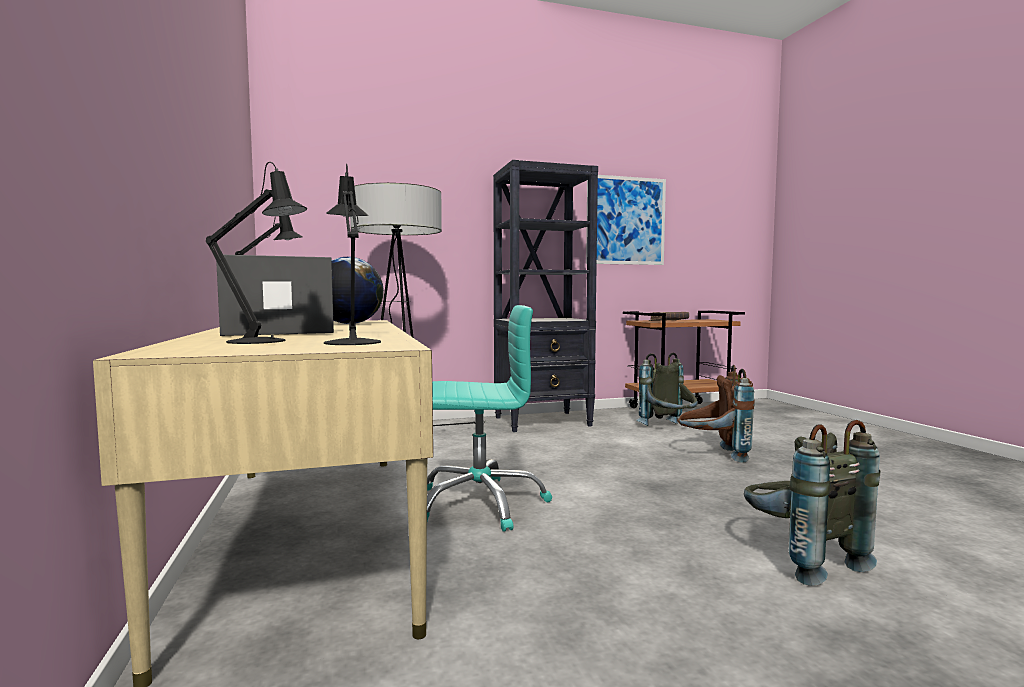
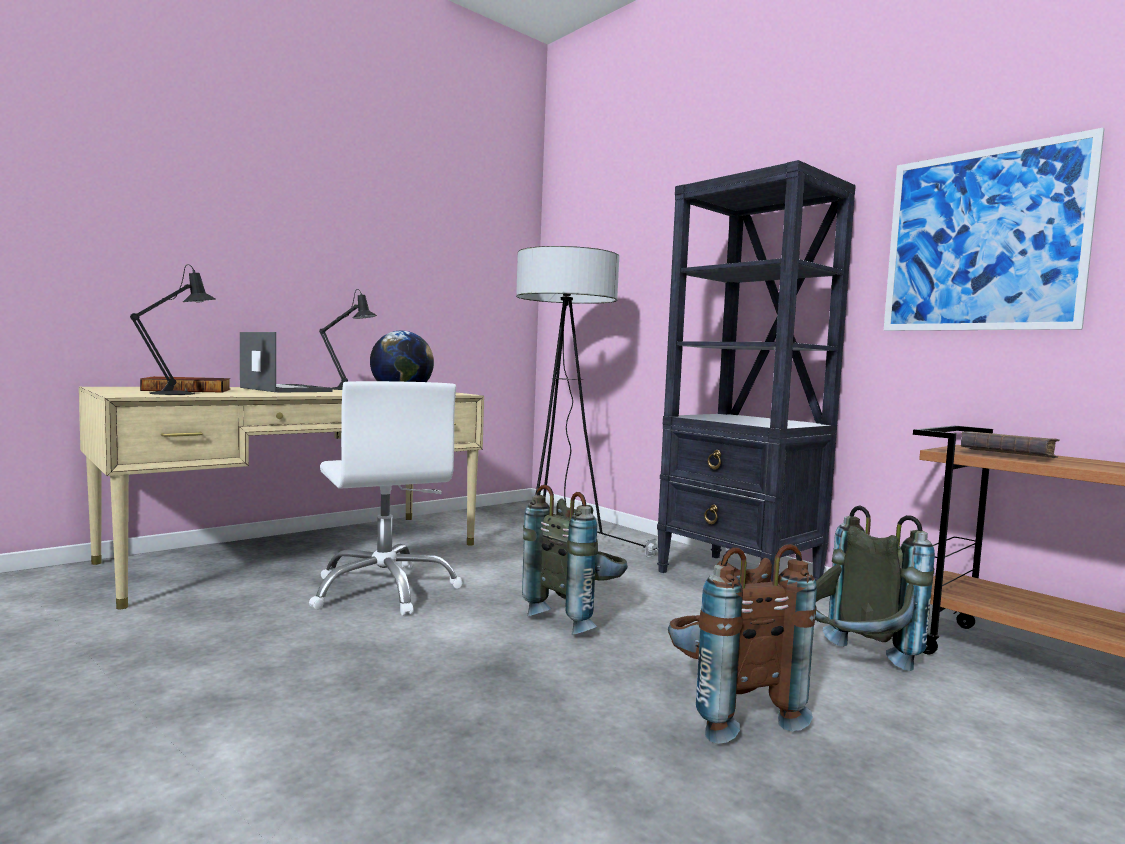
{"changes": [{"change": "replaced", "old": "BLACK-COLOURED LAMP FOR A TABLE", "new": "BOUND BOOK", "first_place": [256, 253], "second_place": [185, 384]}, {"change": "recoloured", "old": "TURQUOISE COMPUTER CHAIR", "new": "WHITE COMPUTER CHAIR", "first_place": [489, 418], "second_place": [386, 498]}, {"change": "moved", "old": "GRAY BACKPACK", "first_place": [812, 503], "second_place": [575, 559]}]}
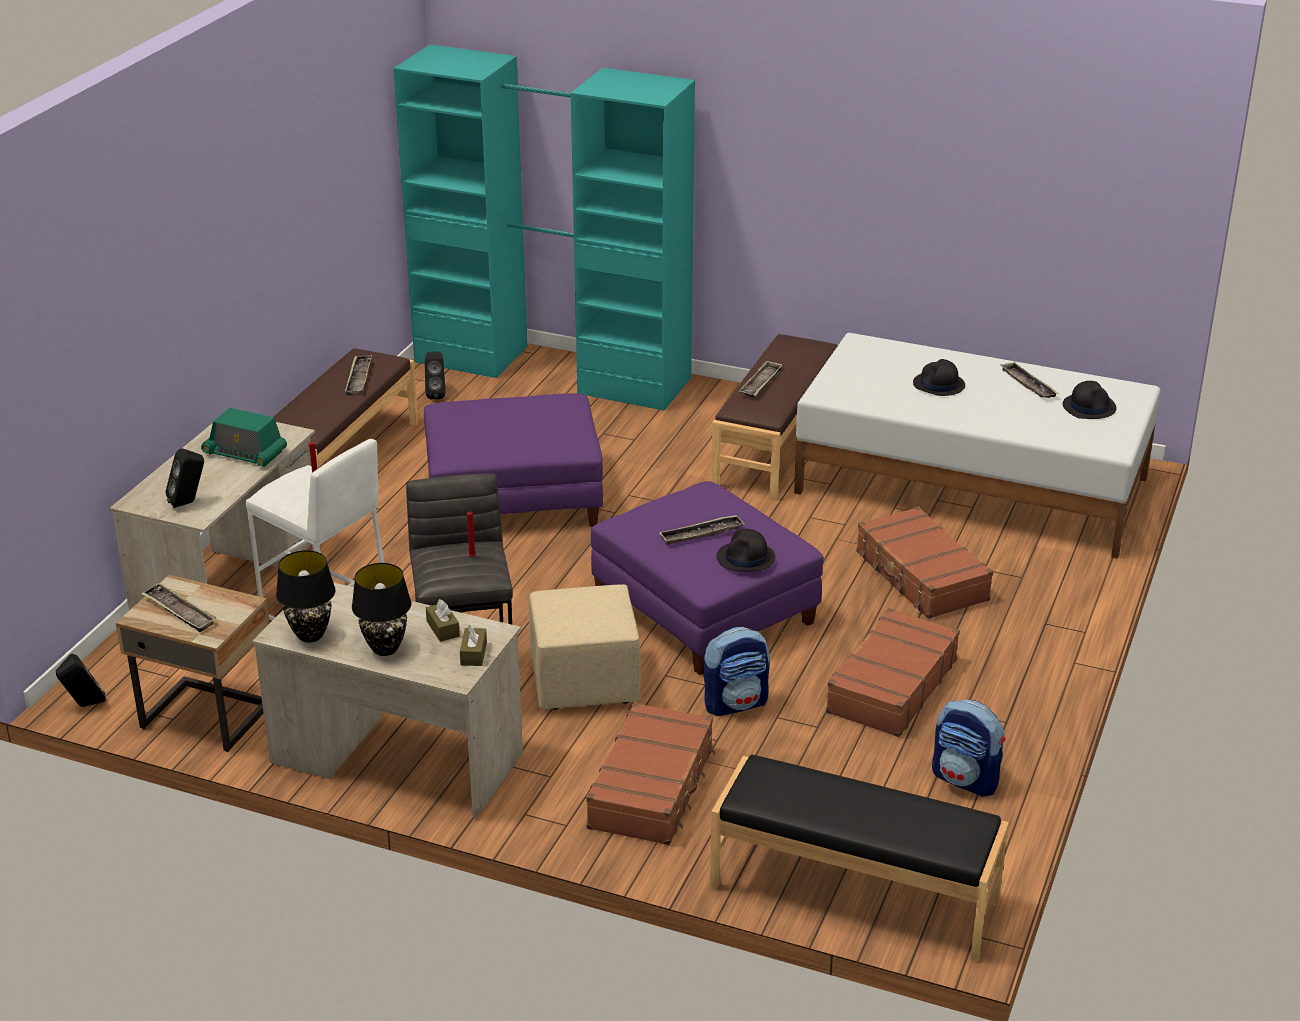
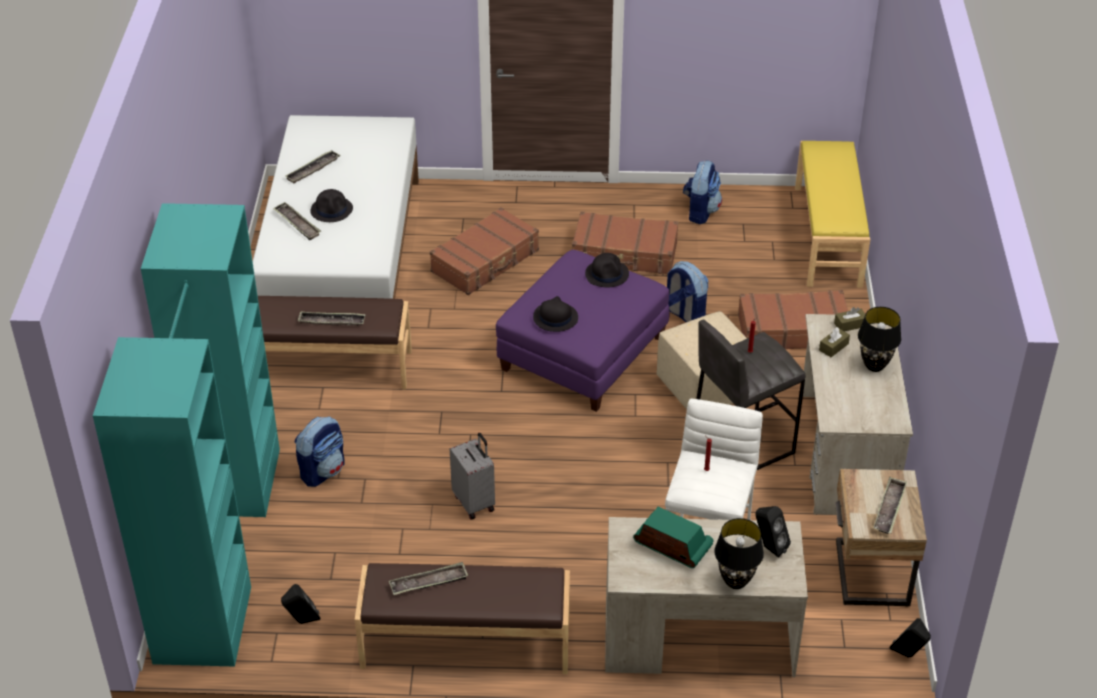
{"changes": [{"change": "moved", "old": "BLACK-COLOURED CLOTHING HAT", "first_place": [1089, 400], "second_place": [555, 314]}, {"change": "replaced", "old": "PURPLE POUFFE", "new": "GRAY SUITCASE", "first_place": [513, 460], "second_place": [472, 476]}, {"change": "turned", "old": "RADIO RECEIVER", "first_place": [244, 437], "second_place": [673, 537], "degrees": -60}, {"change": "moved", "old": "CARRYING TRAY", "first_place": [702, 530], "second_place": [297, 221]}, {"change": "moved", "old": "BLACK-COLOURED LAMP FOR A TABLE", "first_place": [306, 596], "second_place": [739, 553]}, {"change": "recoloured", "old": "BLACK-COLOURED INDOOR BENCH", "new": "YELLOW-COLOURED INDOOR BENCH", "first_place": [859, 858], "second_place": [832, 214]}, {"change": "added", "new": "BACKPACK", "second_place": [320, 451]}]}
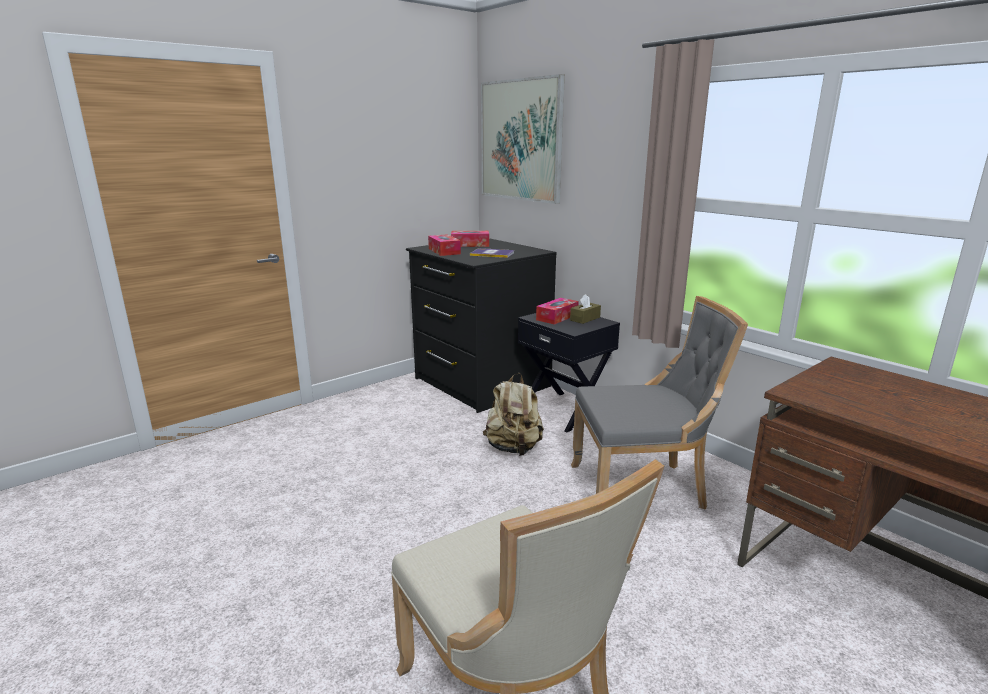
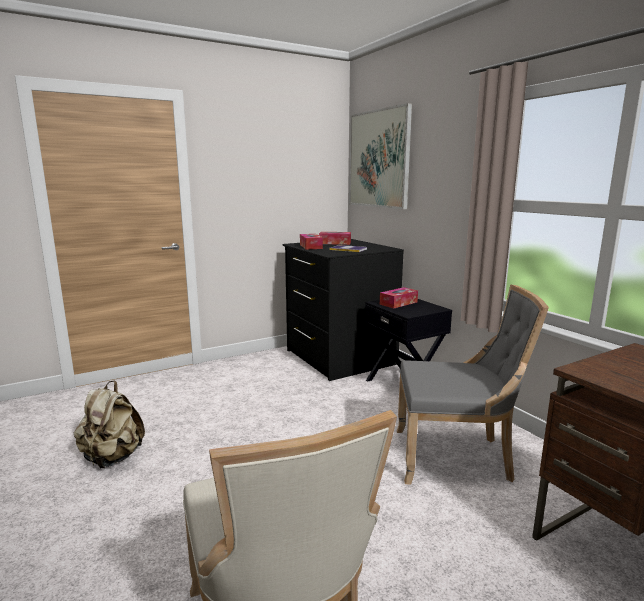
{"changes": [{"change": "removed", "old": "BROWN-COLOURED BOX OF TISSUES", "first_place": [585, 309]}, {"change": "moved", "old": "SAND-COLOURED BACKPACK", "first_place": [513, 414], "second_place": [109, 424]}]}
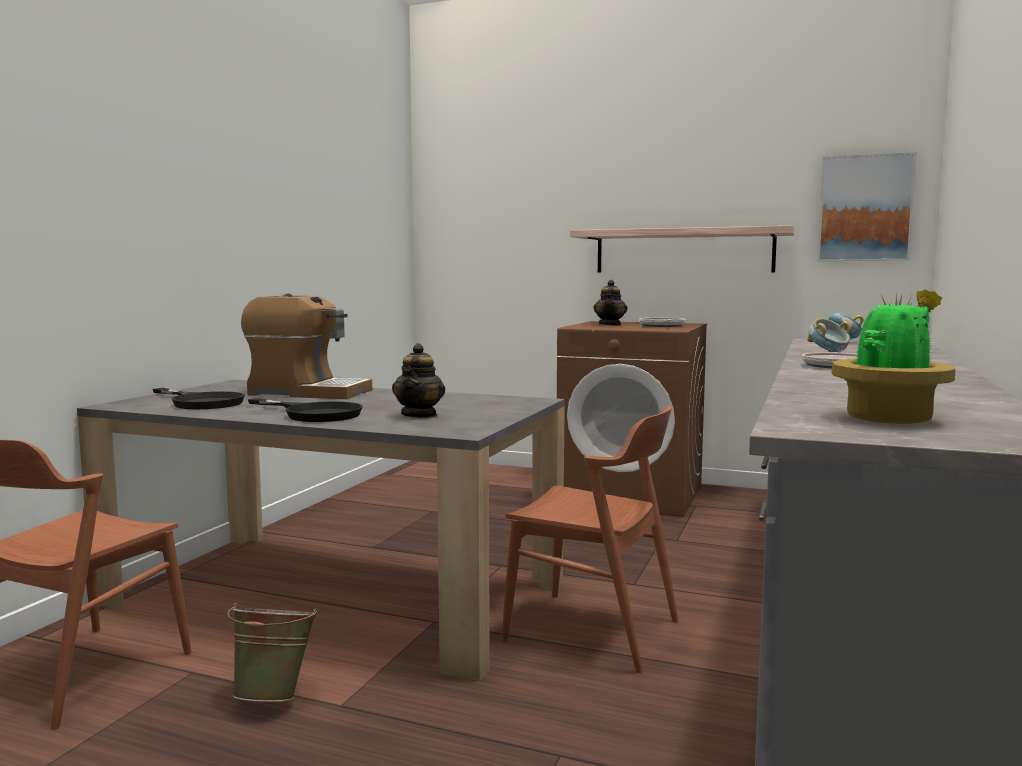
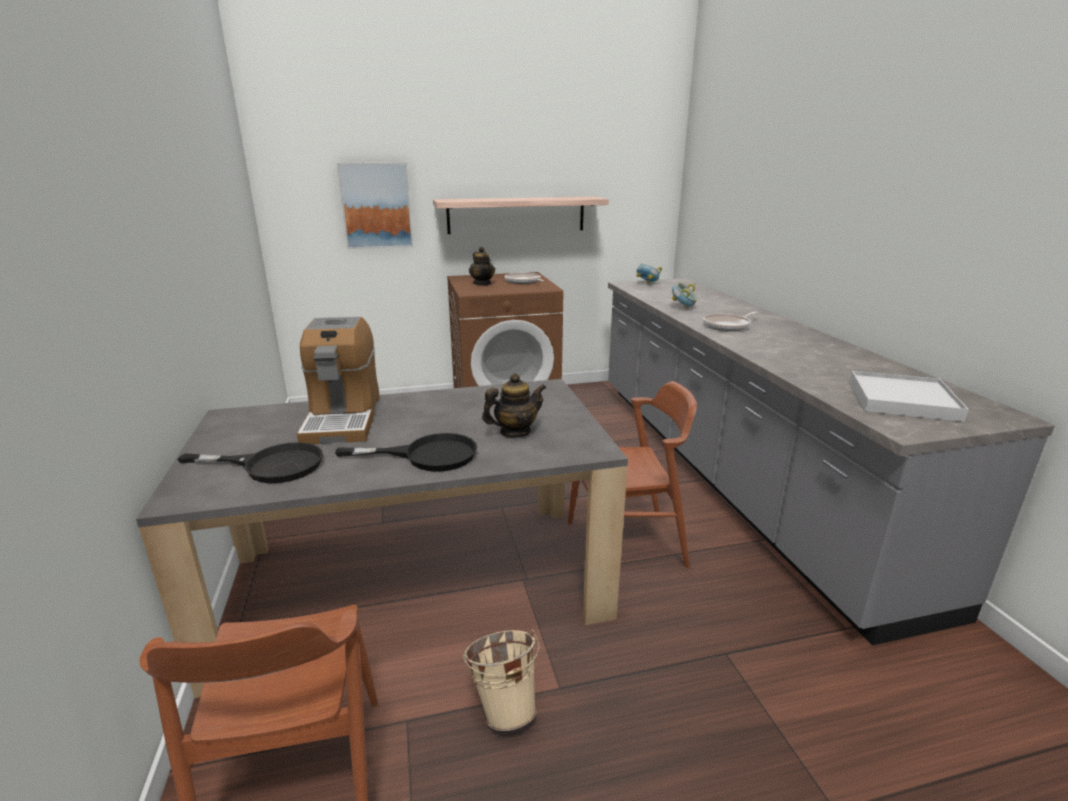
{"changes": [{"change": "moved", "old": "WALL ART", "first_place": [867, 206], "second_place": [375, 206]}, {"change": "replaced", "old": "POTTED PLANT", "new": "WHITE CARRYING TRAY", "first_place": [894, 357], "second_place": [909, 396]}, {"change": "turned", "old": "COFFEE MAKER", "first_place": [306, 346], "second_place": [338, 380], "degrees": 105}, {"change": "turned", "old": "TEAPOT", "first_place": [418, 380], "second_place": [514, 405], "degrees": -90}, {"change": "recoloured", "old": "GREEN-COLOURED BUCKET", "new": "SAND-COLOURED BUCKET", "first_place": [272, 652], "second_place": [500, 680]}]}
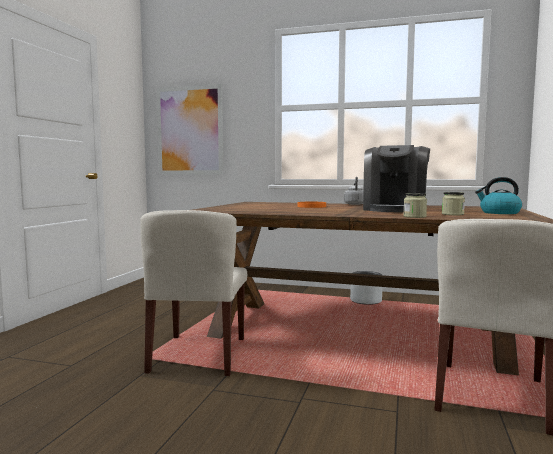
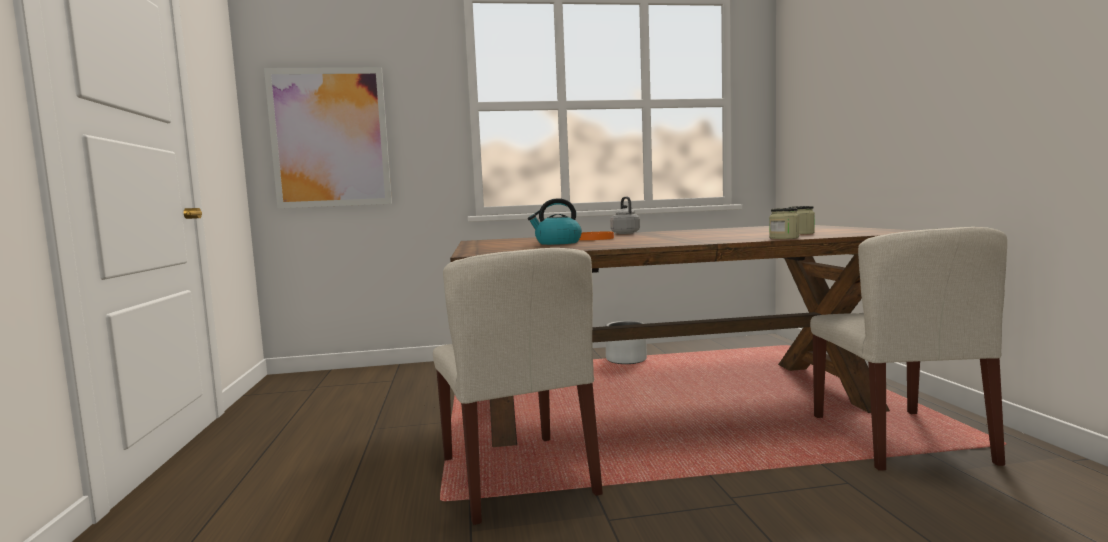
{"changes": [{"change": "removed", "old": "COFFEE MAKER", "first_place": [396, 178]}, {"change": "moved", "old": "TEA KETTLE", "first_place": [498, 195], "second_place": [555, 221]}]}
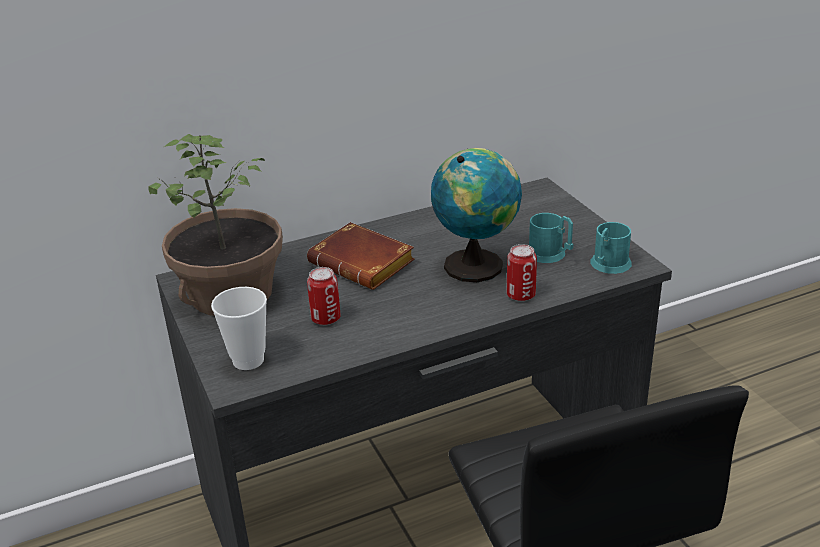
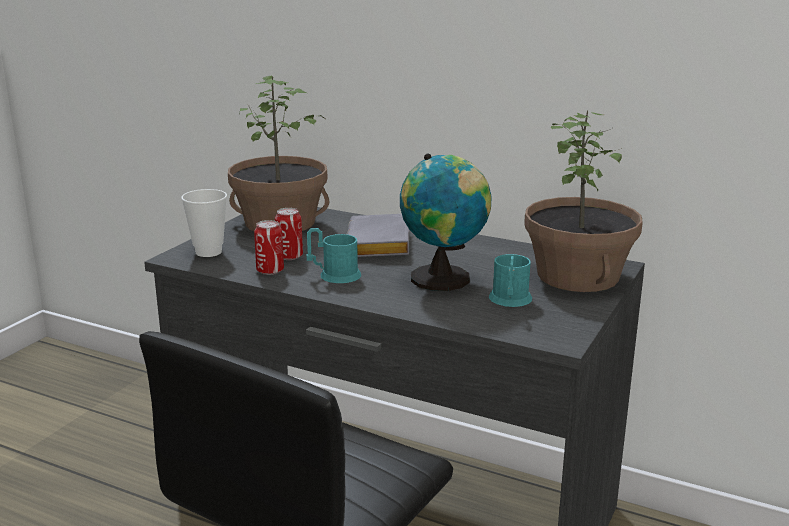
{"changes": [{"change": "recoloured", "old": "BROWN-COLOURED BOUND BOOK", "new": "GRAY BOUND BOOK", "first_place": [361, 256], "second_place": [378, 235]}, {"change": "moved", "old": "TURQUOISE TEA MUG", "first_place": [611, 248], "second_place": [333, 255]}, {"change": "moved", "old": "METAL CAN", "first_place": [522, 272], "second_place": [269, 247]}, {"change": "added", "new": "POTTED PLANT", "second_place": [583, 201]}]}
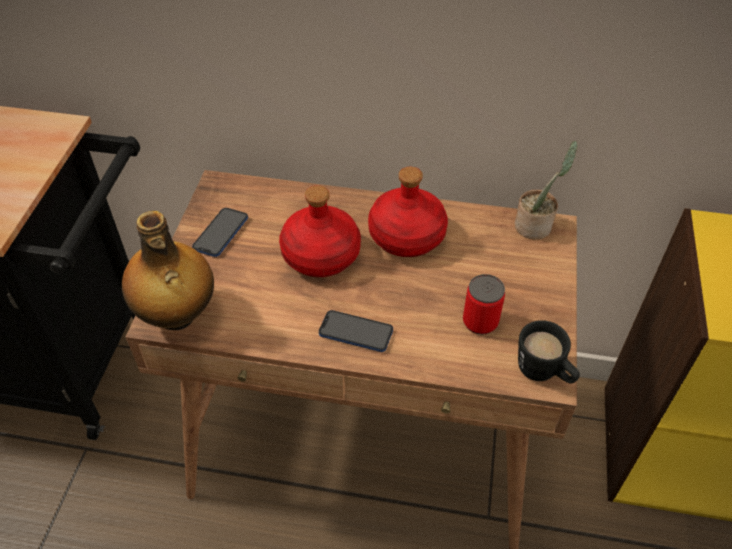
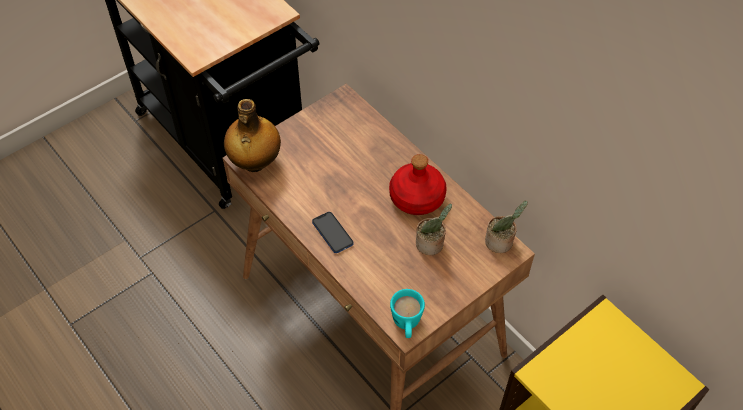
{"changes": [{"change": "removed", "old": "REDDISH DRINK BOTTLE", "first_place": [320, 231]}, {"change": "removed", "old": "HANDSET", "first_place": [220, 232]}, {"change": "removed", "old": "METAL CAN", "first_place": [484, 304]}, {"change": "recoloured", "old": "BLACK-COLOURED TEA MUG", "new": "TURQUOISE TEA MUG", "first_place": [549, 351], "second_place": [407, 313]}, {"change": "added", "new": "POTTED PLANT", "second_place": [434, 229]}]}
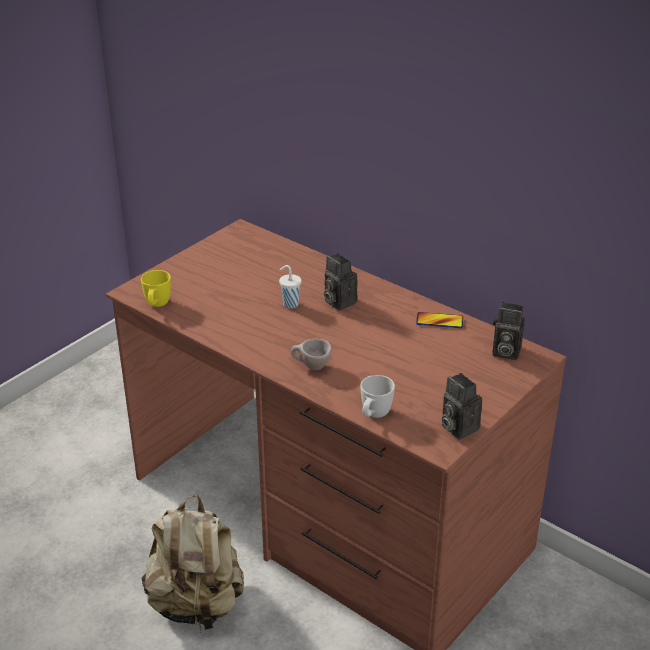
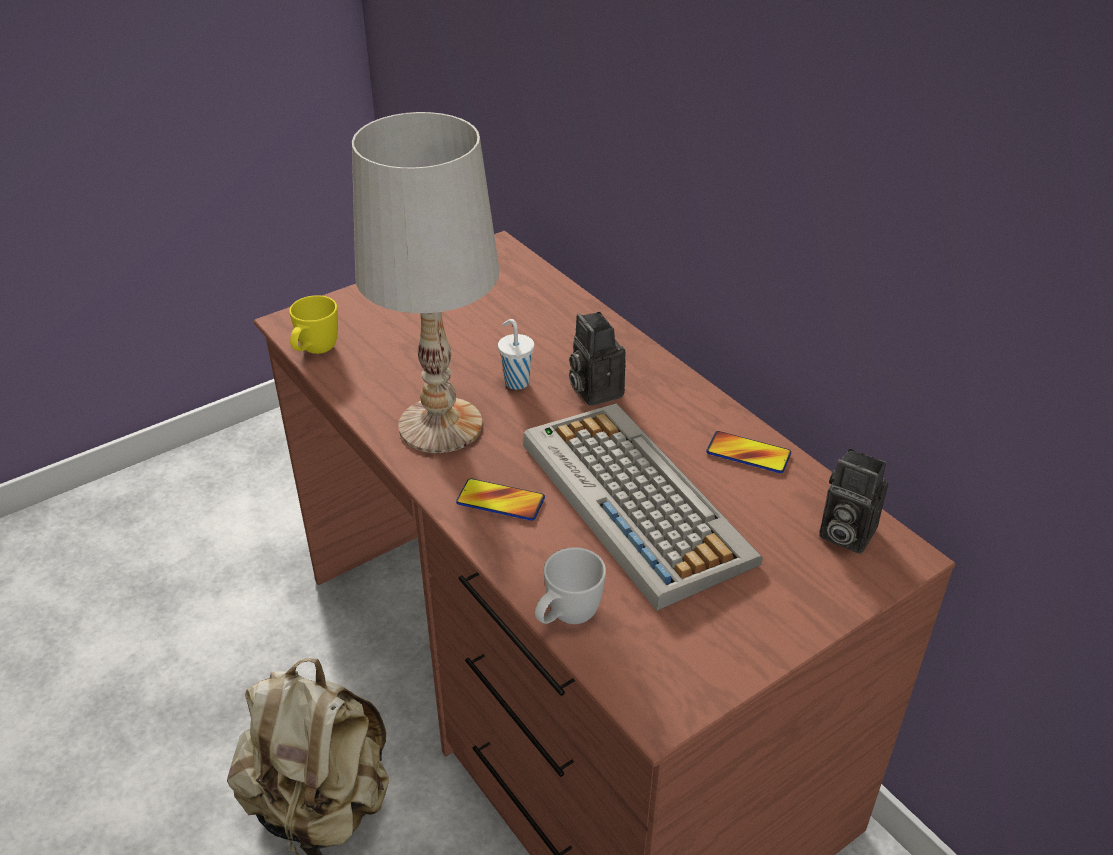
{"changes": [{"change": "replaced", "old": "SAND-COLOURED DRINKING CUP", "new": "HANDSET", "first_place": [311, 354], "second_place": [500, 499]}, {"change": "removed", "old": "PHOTO CAMERA", "first_place": [461, 406]}, {"change": "added", "new": "WHITE LAMP FOR A TABLE", "second_place": [425, 282]}, {"change": "added", "new": "COMPUTER KEYBOARD", "second_place": [643, 507]}]}
